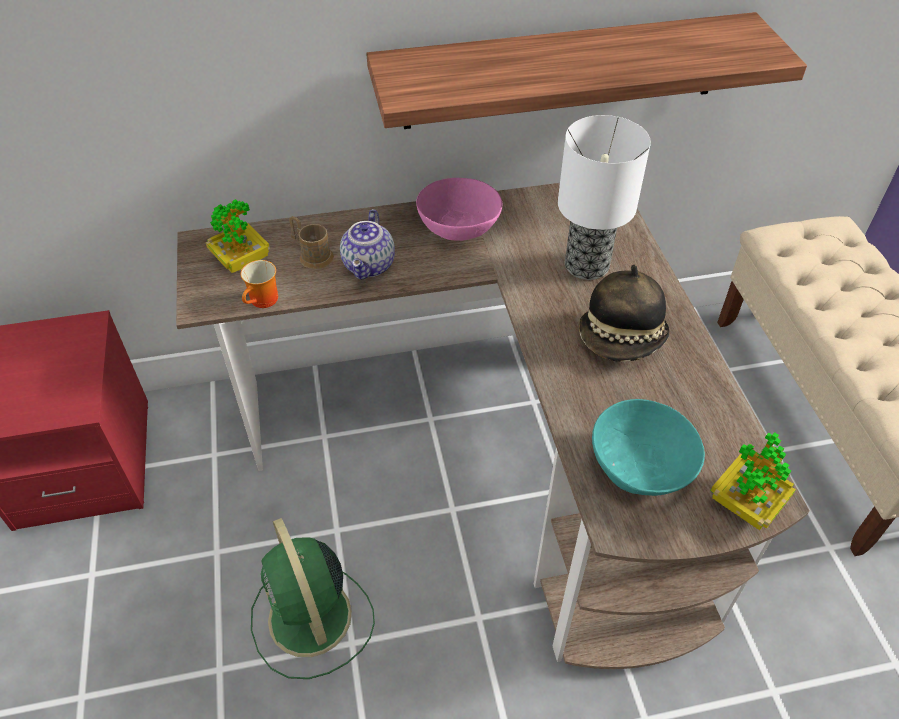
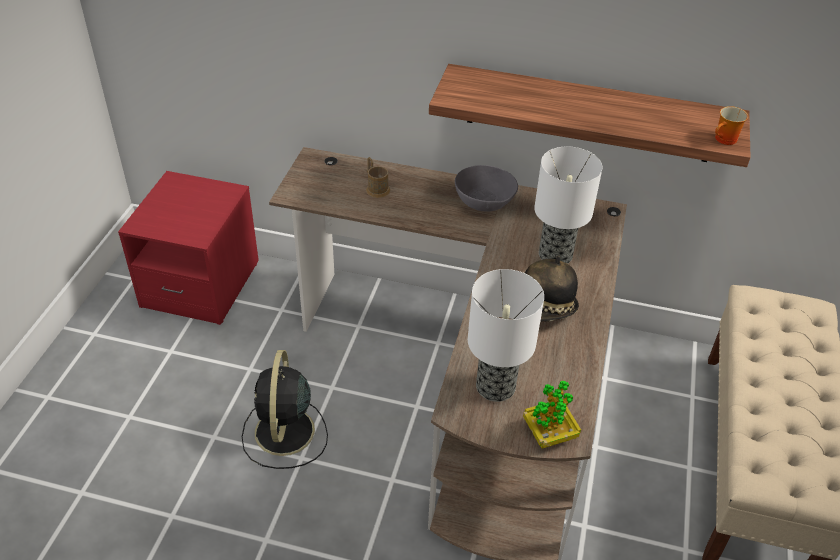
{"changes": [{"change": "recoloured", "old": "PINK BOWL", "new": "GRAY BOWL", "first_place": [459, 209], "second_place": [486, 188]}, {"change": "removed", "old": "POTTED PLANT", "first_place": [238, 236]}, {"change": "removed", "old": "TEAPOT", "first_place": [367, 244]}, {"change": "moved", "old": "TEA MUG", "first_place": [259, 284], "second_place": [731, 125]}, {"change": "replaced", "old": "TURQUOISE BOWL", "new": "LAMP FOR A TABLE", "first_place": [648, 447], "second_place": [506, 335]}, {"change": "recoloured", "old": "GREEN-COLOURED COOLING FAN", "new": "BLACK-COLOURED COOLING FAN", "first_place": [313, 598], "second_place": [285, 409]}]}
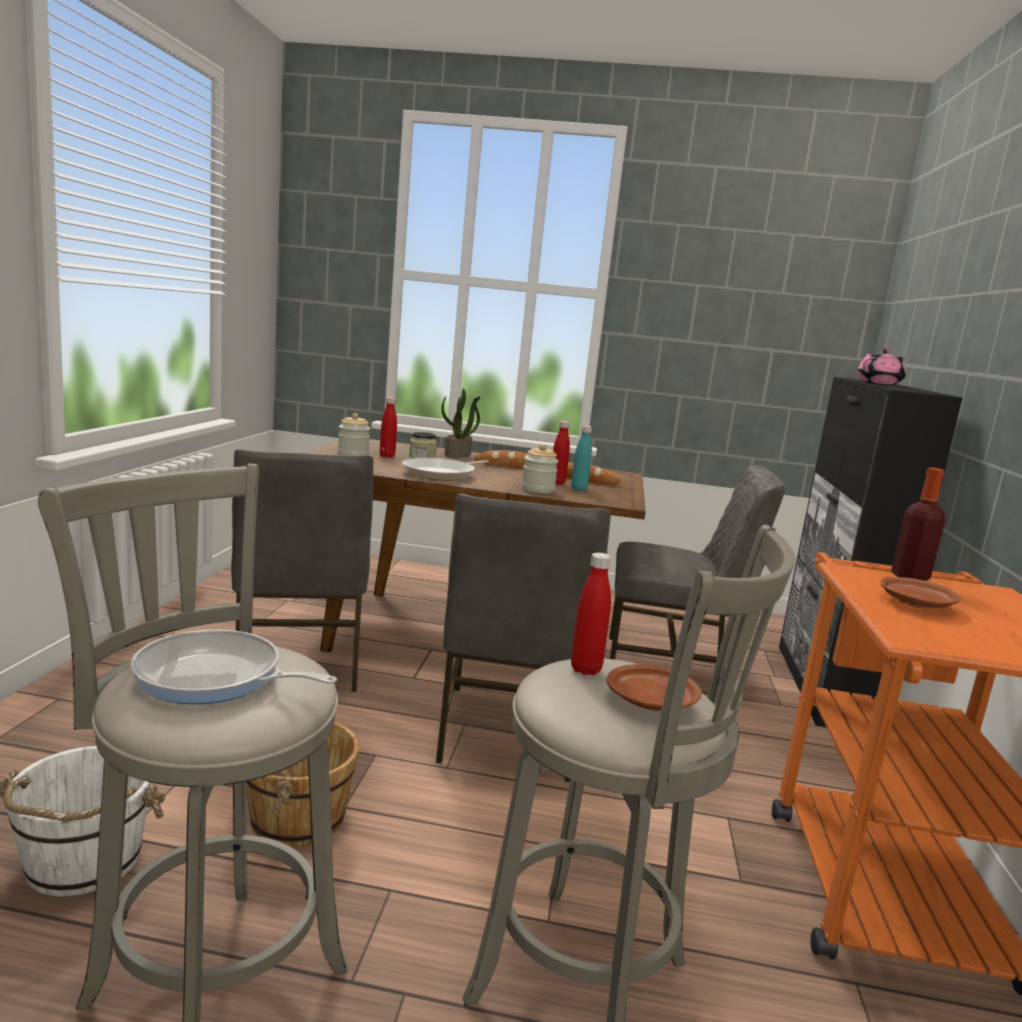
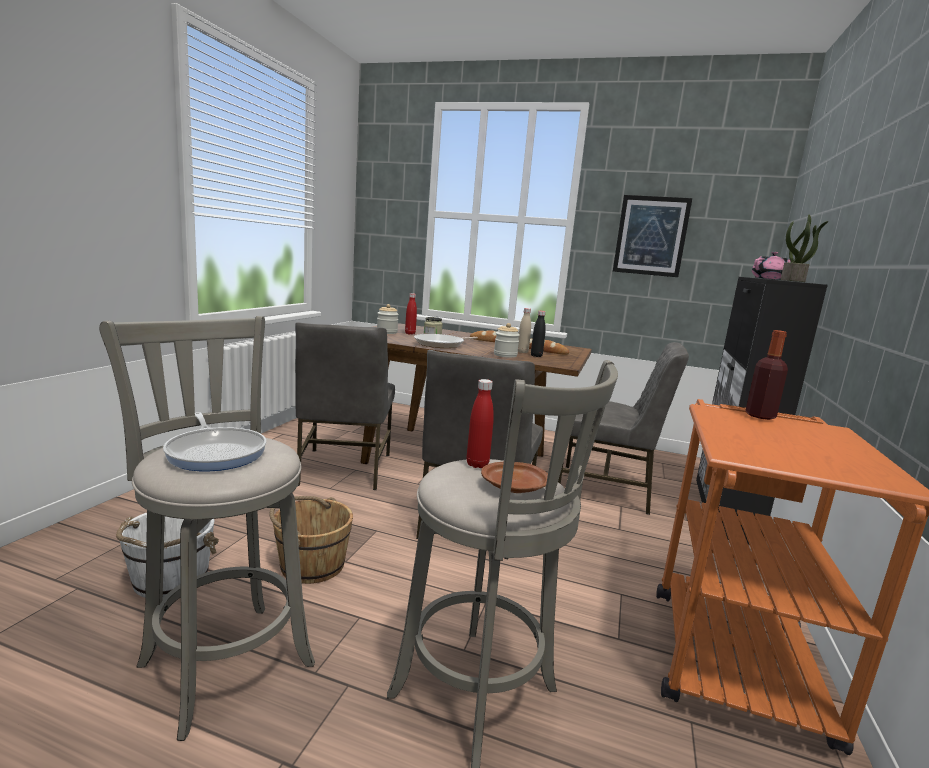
{"changes": [{"change": "moved", "old": "POTTED PLANT", "first_place": [460, 423], "second_place": [804, 248]}, {"change": "recoloured", "old": "REDDISH DRINK BOTTLE", "new": "SAND-COLOURED DRINK BOTTLE", "first_place": [561, 453], "second_place": [524, 330]}, {"change": "recoloured", "old": "TURQUOISE DRINK BOTTLE", "new": "BLACK-COLOURED DRINK BOTTLE", "first_place": [581, 458], "second_place": [538, 334]}, {"change": "removed", "old": "BROWN-COLOURED DINNER PLATE", "first_place": [921, 593]}, {"change": "turned", "old": "PAN", "first_place": [234, 667], "second_place": [214, 441], "degrees": -150}, {"change": "added", "new": "WALL ART", "second_place": [652, 236]}]}
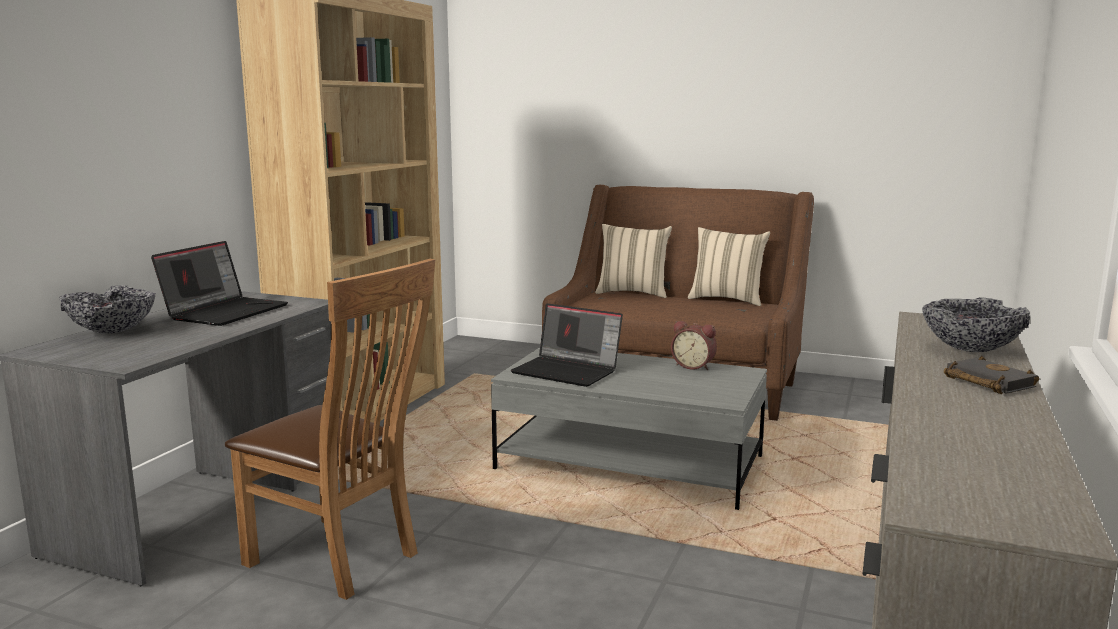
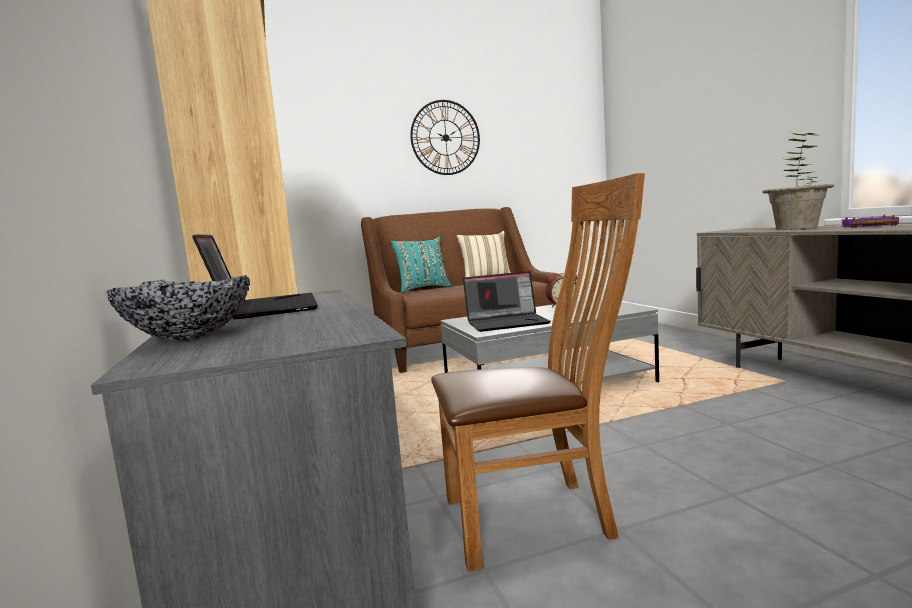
{"changes": [{"change": "recoloured", "old": "SAND-COLOURED CUSHION", "new": "TURQUOISE CUSHION", "first_place": [633, 261], "second_place": [421, 264]}, {"change": "replaced", "old": "BOWL", "new": "POTTED PLANT", "first_place": [976, 324], "second_place": [798, 181]}, {"change": "recoloured", "old": "BLACK-COLOURED BOUND BOOK", "new": "PURPLE BOUND BOOK", "first_place": [991, 375], "second_place": [870, 221]}, {"change": "added", "new": "CLOCK ON THE WALL", "second_place": [445, 137]}]}
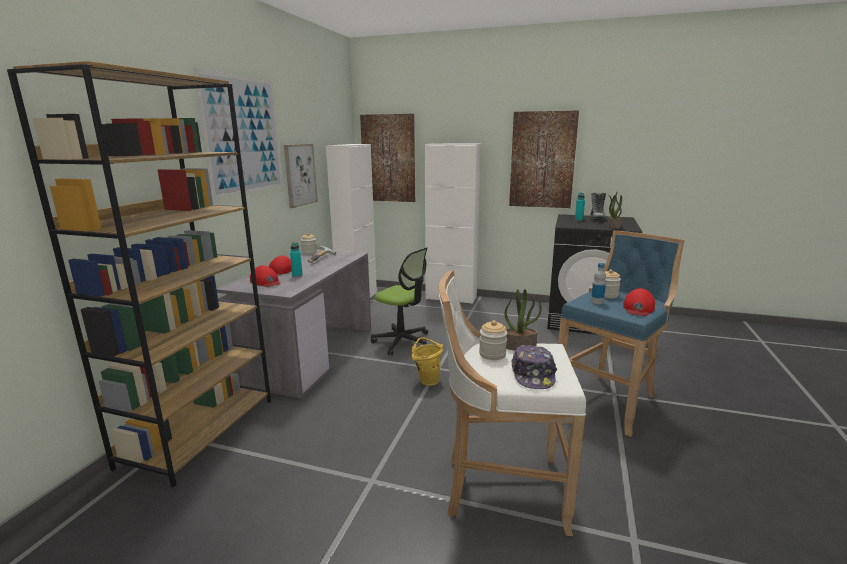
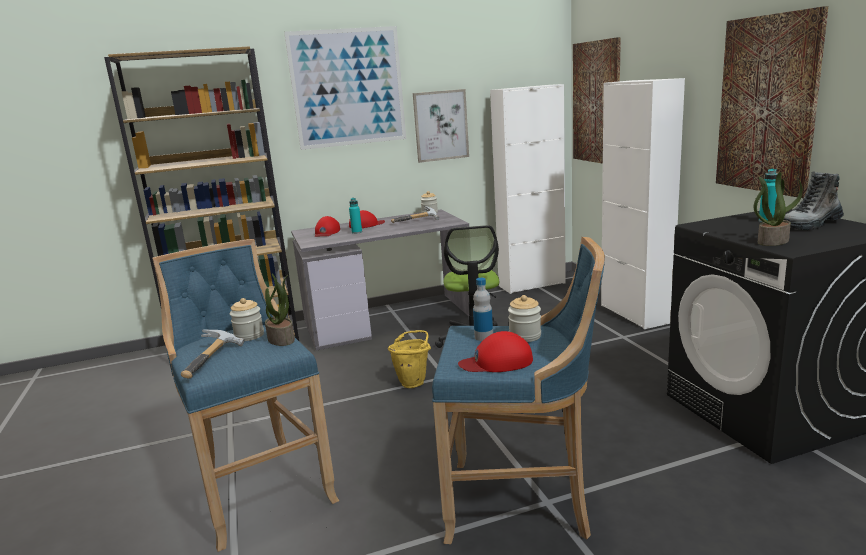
{"changes": [{"change": "recoloured", "old": "WHITE STOOL", "new": "BLUE-COLOURED STOOL", "first_place": [512, 403], "second_place": [245, 395]}, {"change": "replaced", "old": "PEAKED CAP", "new": "HAMMER", "first_place": [534, 367], "second_place": [213, 354]}]}
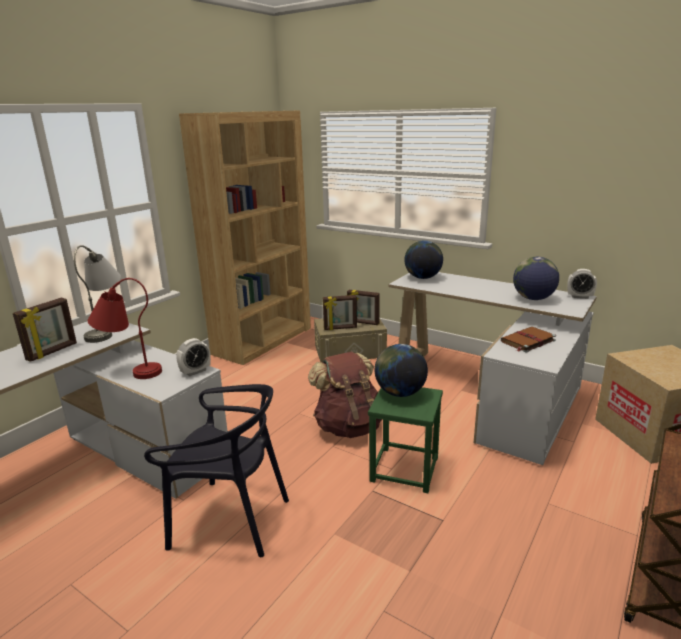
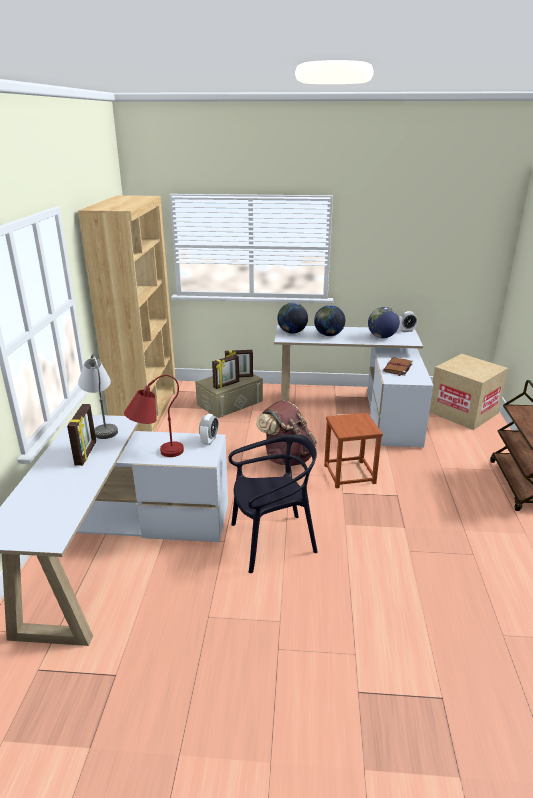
{"changes": [{"change": "moved", "old": "WORLD GLOBE", "first_place": [401, 370], "second_place": [329, 320]}, {"change": "recoloured", "old": "GREEN-COLOURED STOOL", "new": "BROWN-COLOURED STOOL", "first_place": [405, 440], "second_place": [353, 450]}]}
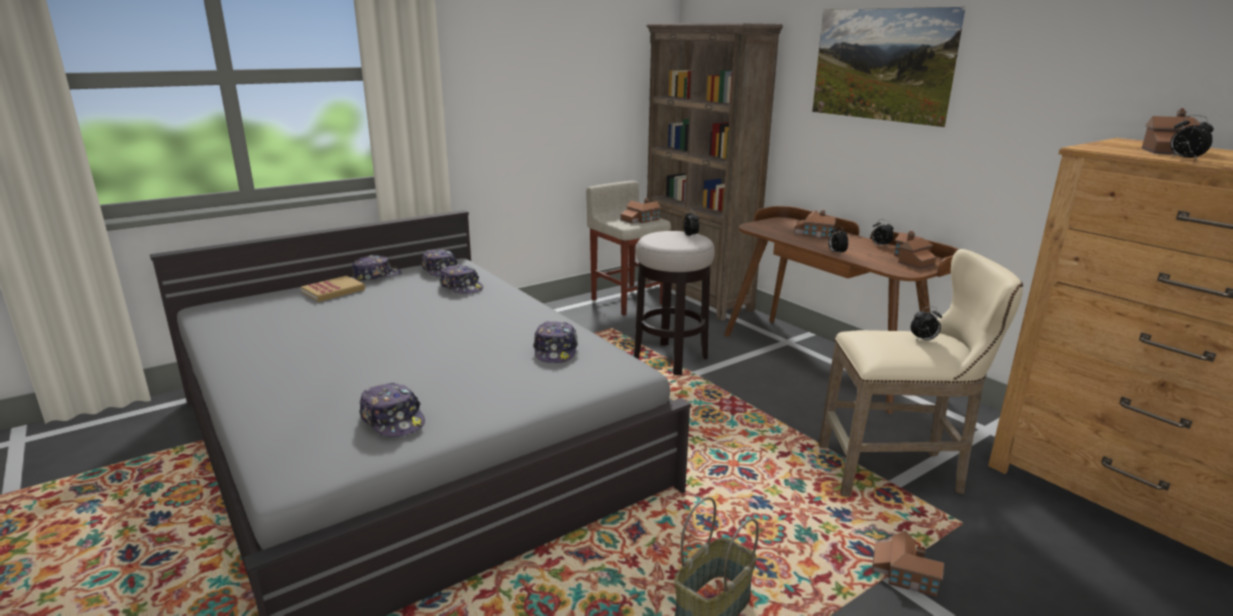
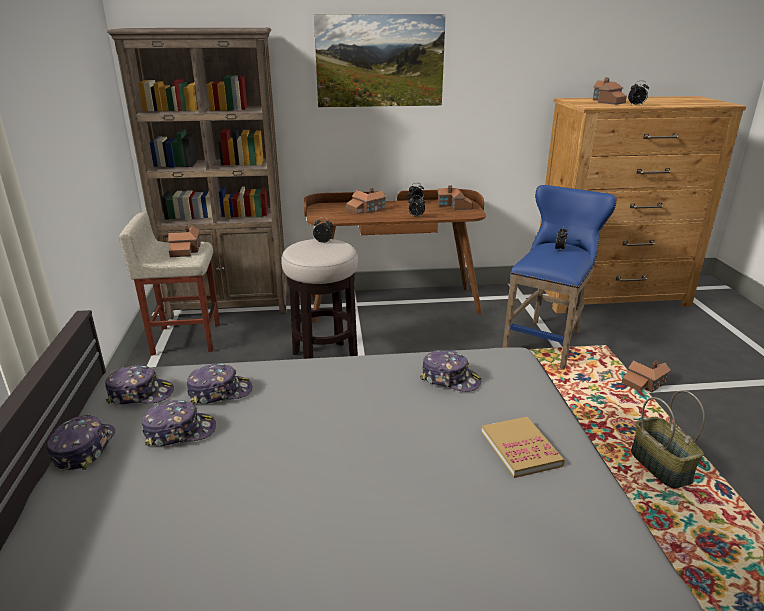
{"changes": [{"change": "recoloured", "old": "SAND-COLOURED STOOL", "new": "BLUE-COLOURED STOOL", "first_place": [921, 373], "second_place": [560, 277]}, {"change": "moved", "old": "BOUND BOOK", "first_place": [333, 289], "second_place": [523, 447]}, {"change": "moved", "old": "PEAKED CAP", "first_place": [392, 410], "second_place": [179, 423]}]}
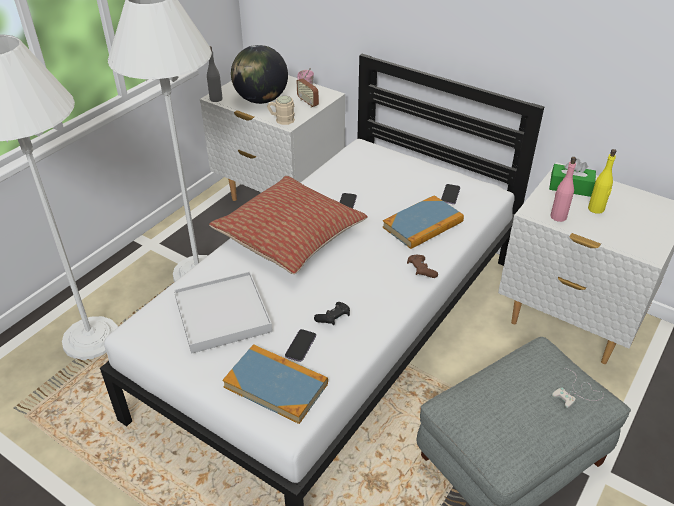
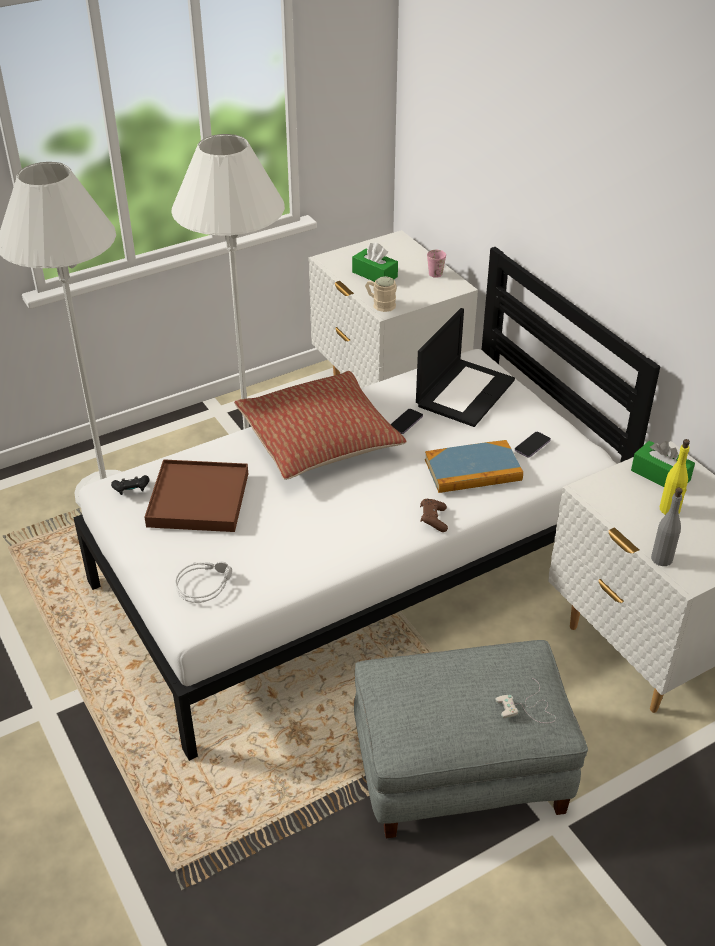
{"changes": [{"change": "replaced", "old": "WORLD GLOBE", "new": "GREEN-COLOURED BOX OF TISSUES", "first_place": [259, 74], "second_place": [375, 262]}, {"change": "moved", "old": "GRAY DRINK BOTTLE", "first_place": [215, 74], "second_place": [667, 527]}, {"change": "removed", "old": "RADIO RECEIVER", "first_place": [307, 88]}, {"change": "removed", "old": "PINK DRINK BOTTLE", "first_place": [563, 189]}, {"change": "recoloured", "old": "WHITE CARRYING TRAY", "new": "BROWN-COLOURED CARRYING TRAY", "first_place": [223, 312], "second_place": [196, 495]}, {"change": "moved", "old": "BLACK-COLOURED GAMEPAD", "first_place": [332, 313], "second_place": [130, 485]}, {"change": "removed", "old": "HANDSET", "first_place": [300, 345]}, {"change": "replaced", "old": "BOUND BOOK", "new": "GRAY HEADPHONES", "first_place": [275, 384], "second_place": [203, 582]}, {"change": "added", "new": "PORTABLE COMPUTER", "second_place": [465, 367]}]}
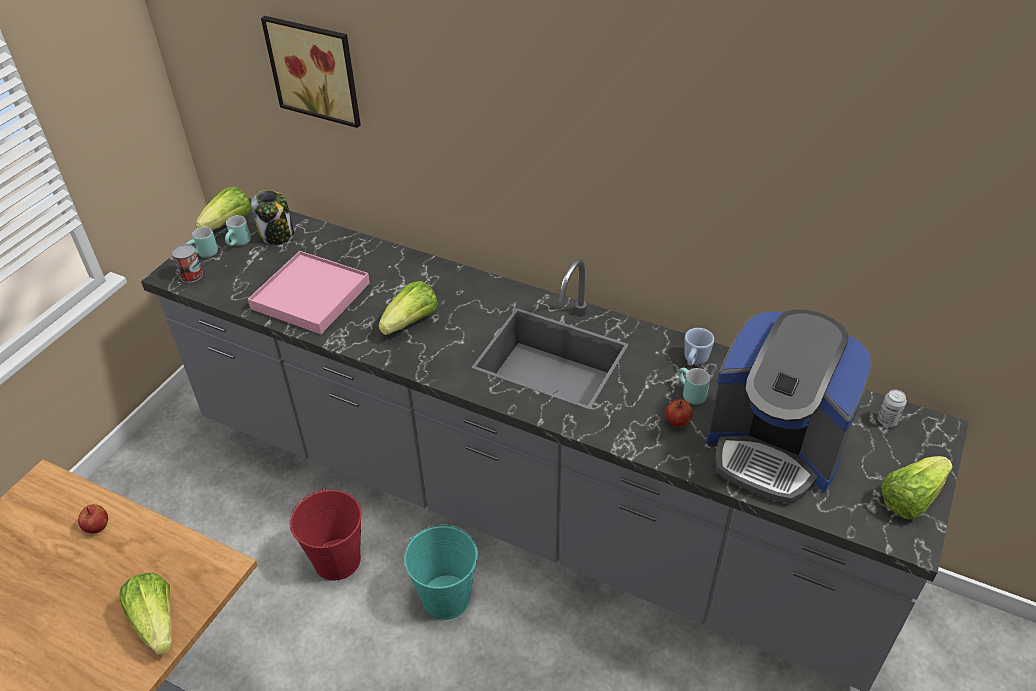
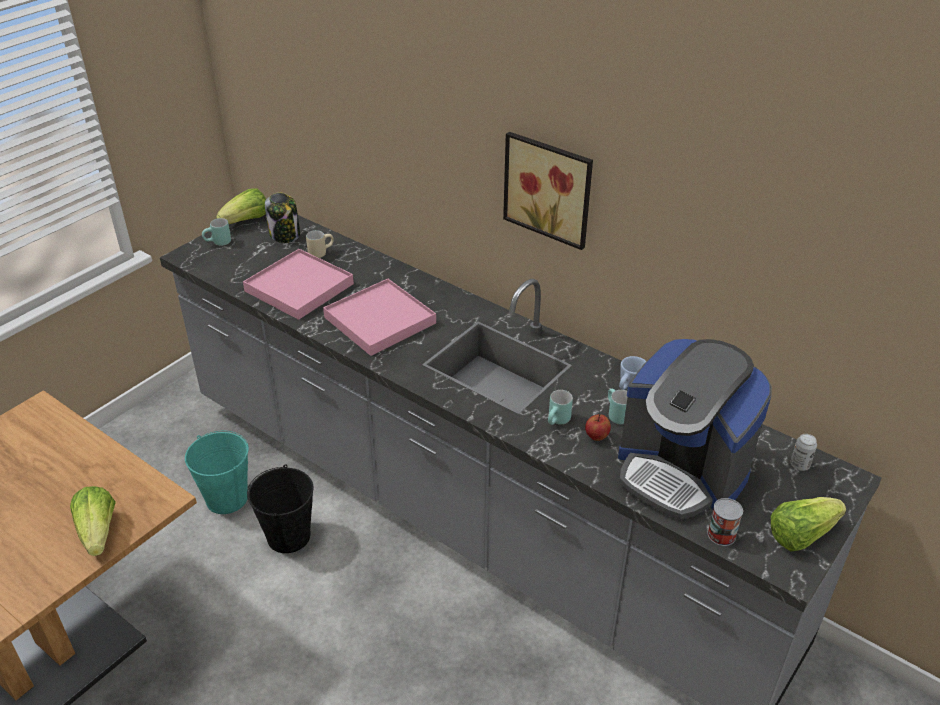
{"changes": [{"change": "moved", "old": "WALL ART", "first_place": [311, 72], "second_place": [548, 191]}, {"change": "moved", "old": "TURQUOISE TEA MUG", "first_place": [238, 230], "second_place": [560, 407]}, {"change": "moved", "old": "METAL CAN", "first_place": [187, 263], "second_place": [725, 522]}, {"change": "replaced", "old": "HEAD OF LETTUCE", "new": "PINK CARRYING TRAY", "first_place": [408, 308], "second_place": [379, 317]}, {"change": "recoloured", "old": "REDDISH BUCKET", "new": "BLACK-COLOURED BUCKET", "first_place": [325, 534], "second_place": [280, 508]}, {"change": "removed", "old": "APPLE", "first_place": [93, 518]}, {"change": "moved", "old": "TURQUOISE BUCKET", "first_place": [441, 572], "second_place": [217, 472]}, {"change": "added", "new": "SAND-COLOURED TEA MUG", "second_place": [320, 244]}]}
